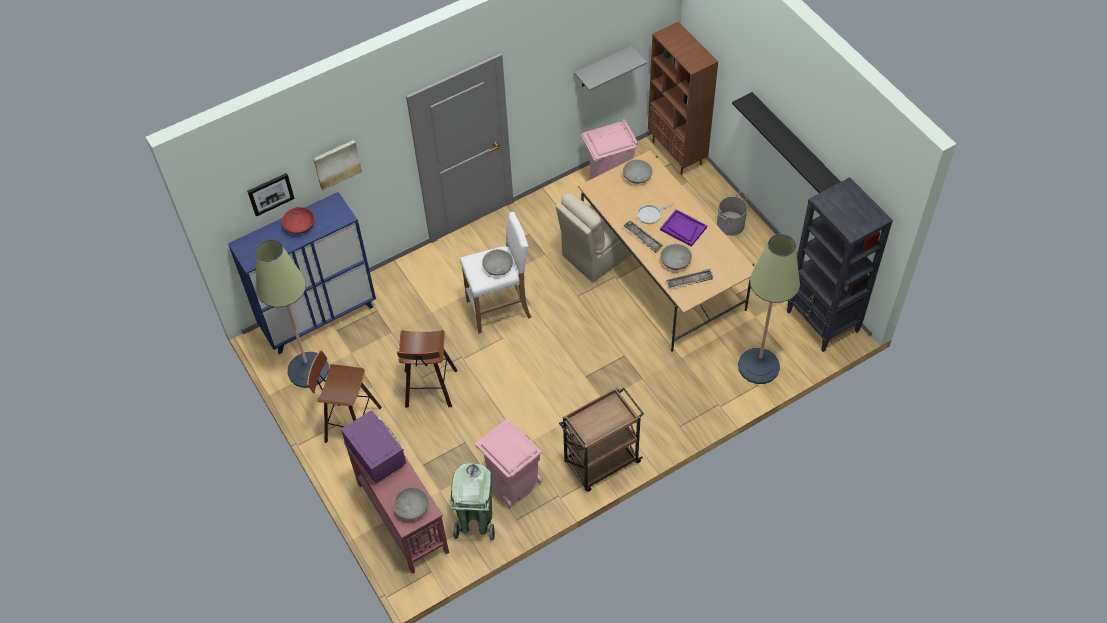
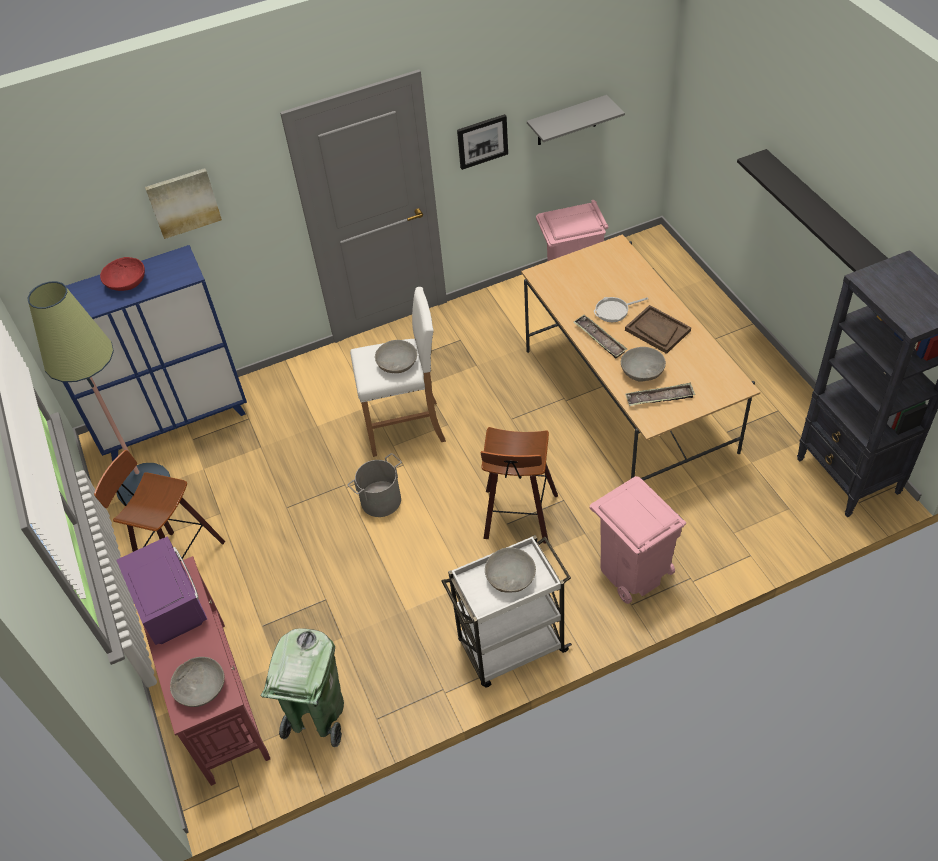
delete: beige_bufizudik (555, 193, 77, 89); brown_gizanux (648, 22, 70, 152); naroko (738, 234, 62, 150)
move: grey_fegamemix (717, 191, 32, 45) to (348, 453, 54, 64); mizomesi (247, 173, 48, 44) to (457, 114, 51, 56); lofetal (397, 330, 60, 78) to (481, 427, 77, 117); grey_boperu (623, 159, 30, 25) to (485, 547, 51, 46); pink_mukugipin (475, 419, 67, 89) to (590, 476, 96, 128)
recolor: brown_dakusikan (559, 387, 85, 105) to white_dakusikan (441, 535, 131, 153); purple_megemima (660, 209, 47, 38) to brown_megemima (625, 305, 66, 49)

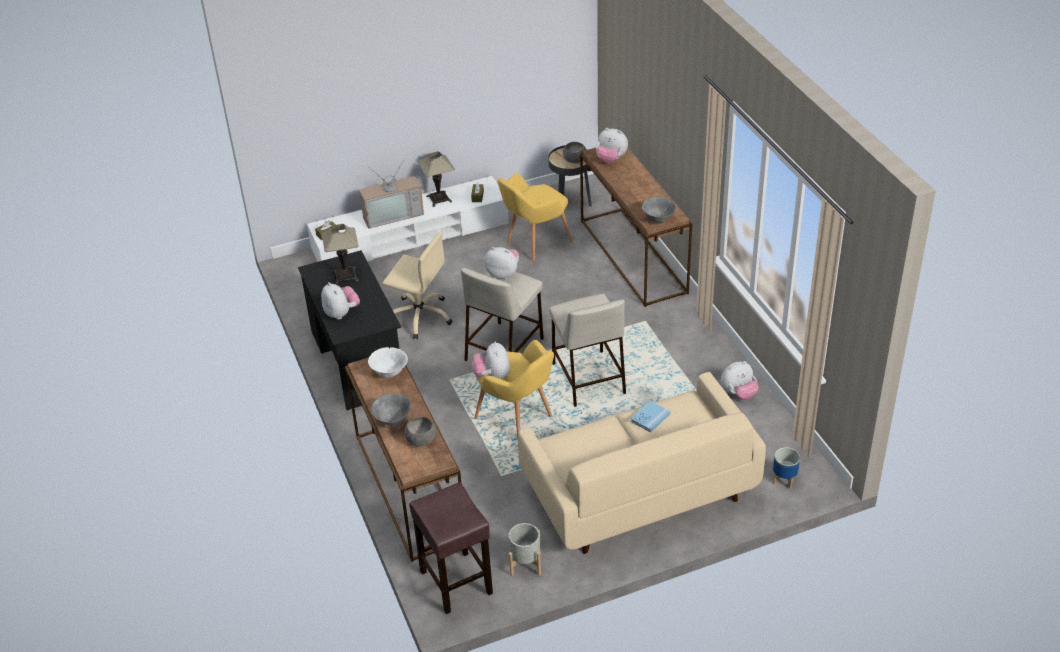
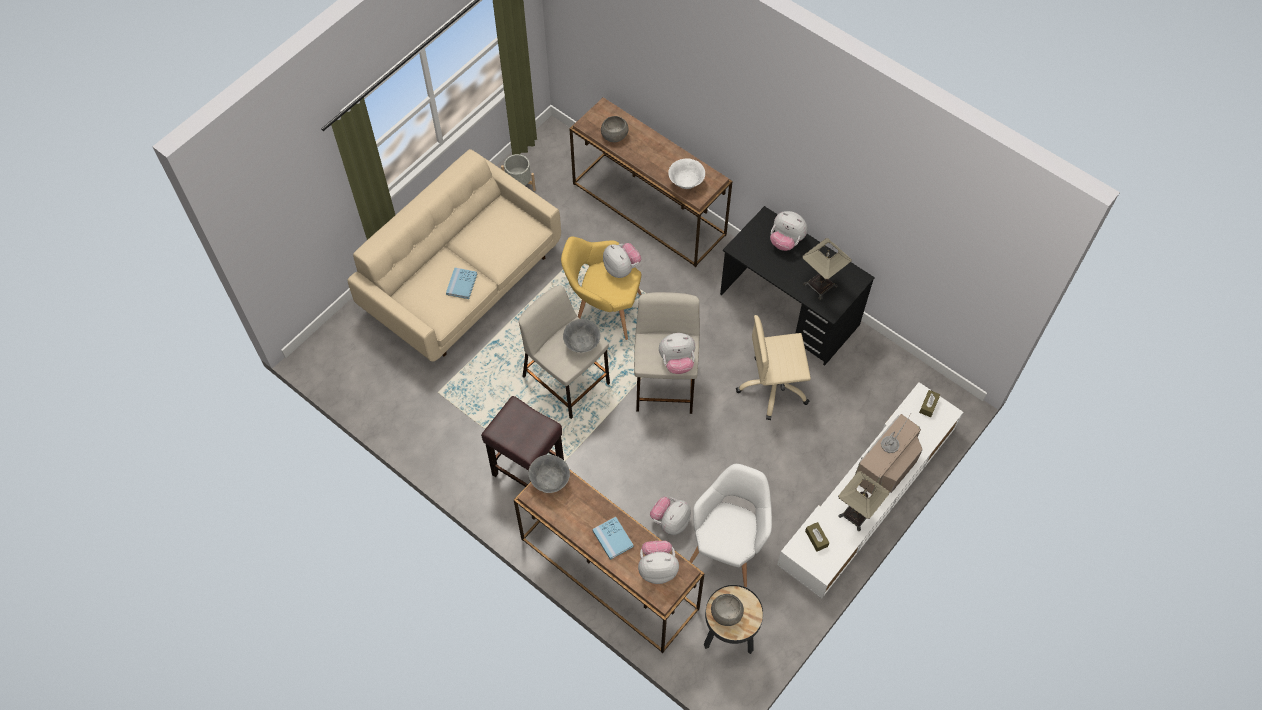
delete: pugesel (773, 447, 27, 42)
insert: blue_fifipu (592, 517, 42, 43)
move: brown_lofetal (409, 482, 84, 132) to (481, 396, 83, 91); grey_boperu (371, 394, 40, 32) to (563, 319, 38, 34); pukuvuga (721, 361, 38, 39) to (650, 497, 41, 38)
recolor: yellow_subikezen (498, 173, 75, 88) to white_subikezen (689, 464, 83, 124)

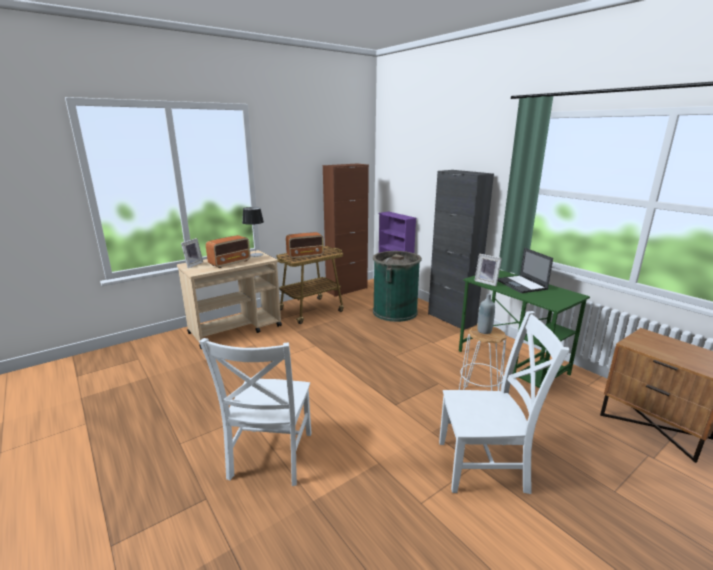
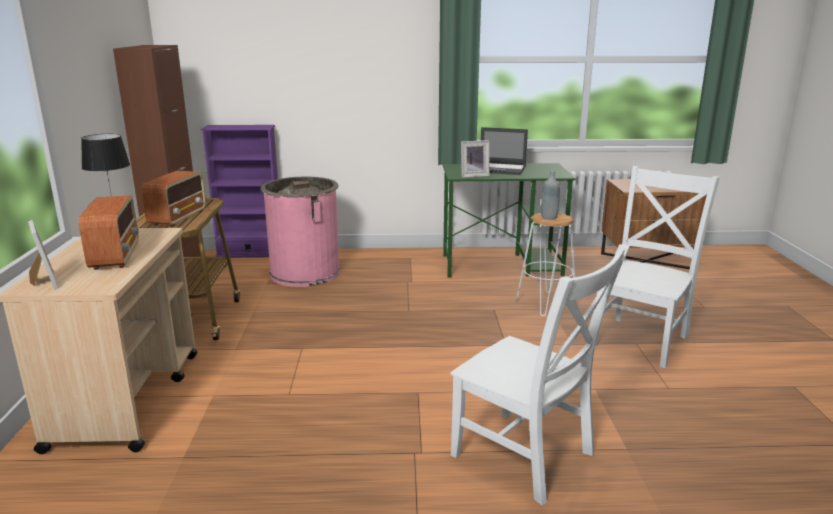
delete: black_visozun (428, 170, 66, 160)
recolor: green_mukugipin (373, 251, 49, 71) to pink_mukugipin (261, 177, 80, 110)

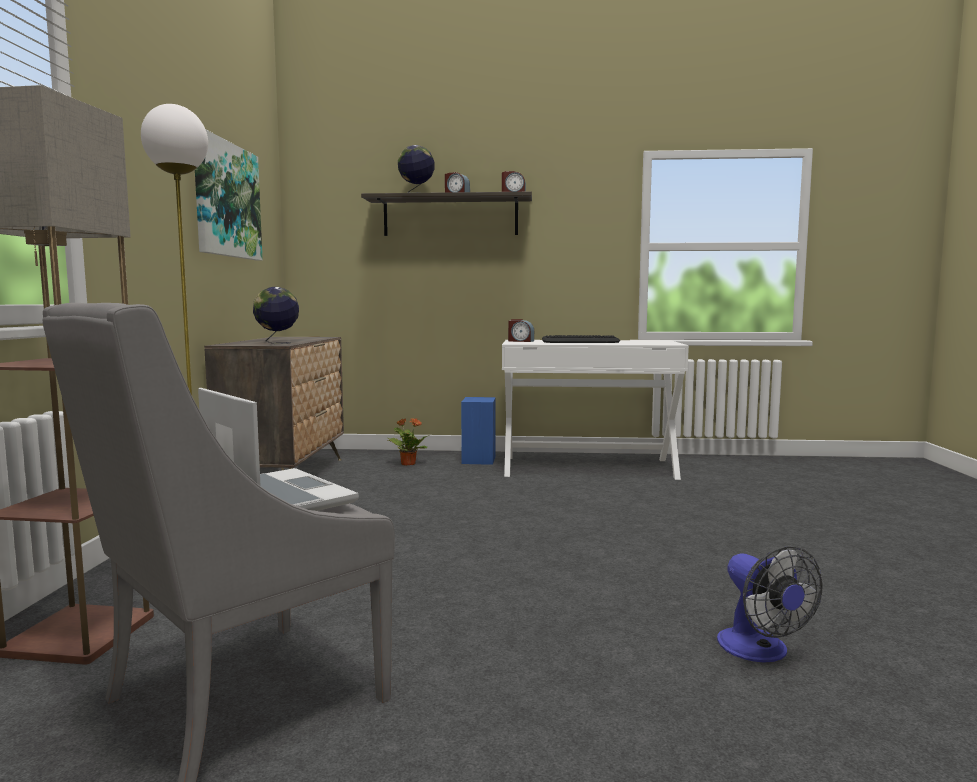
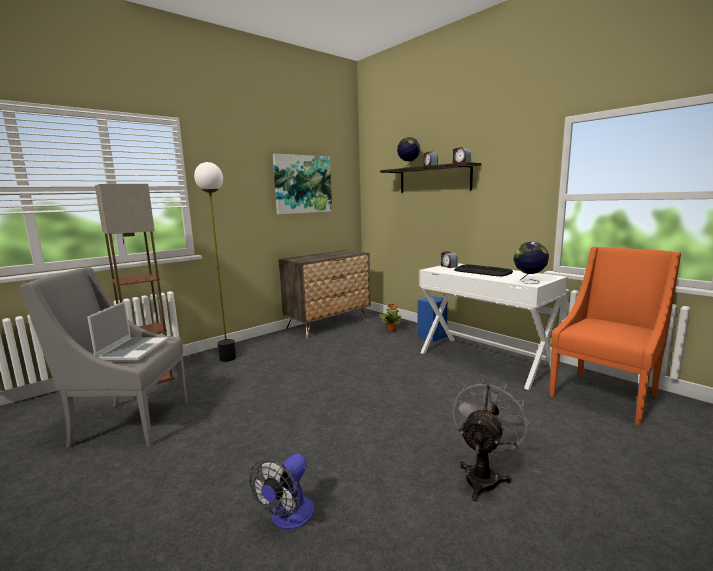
insert: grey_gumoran (452, 378, 77, 123); orange_subikezen (549, 247, 132, 179)
move: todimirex (253, 287, 46, 57) to (513, 242, 36, 42)

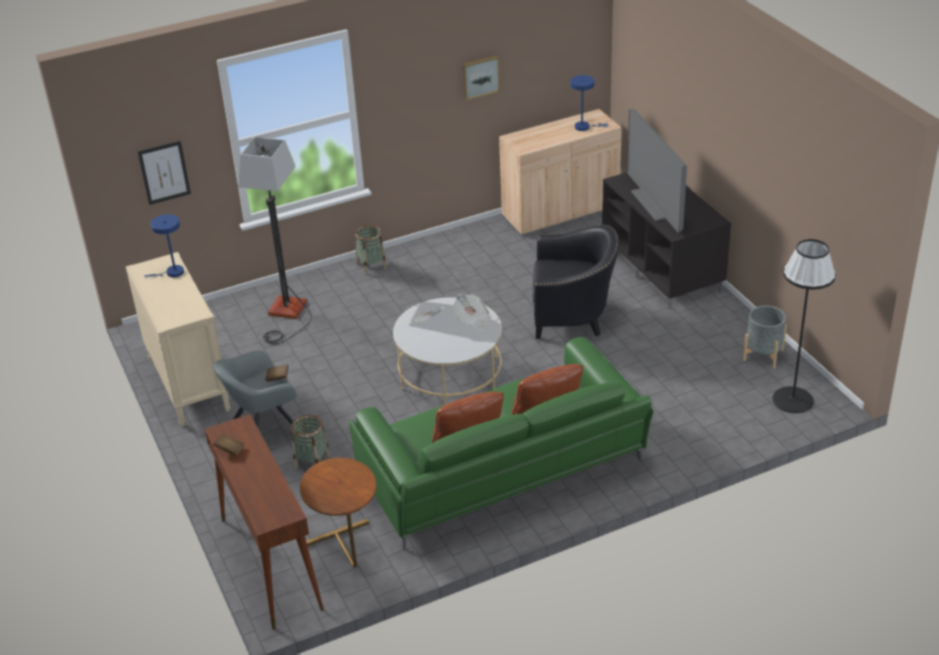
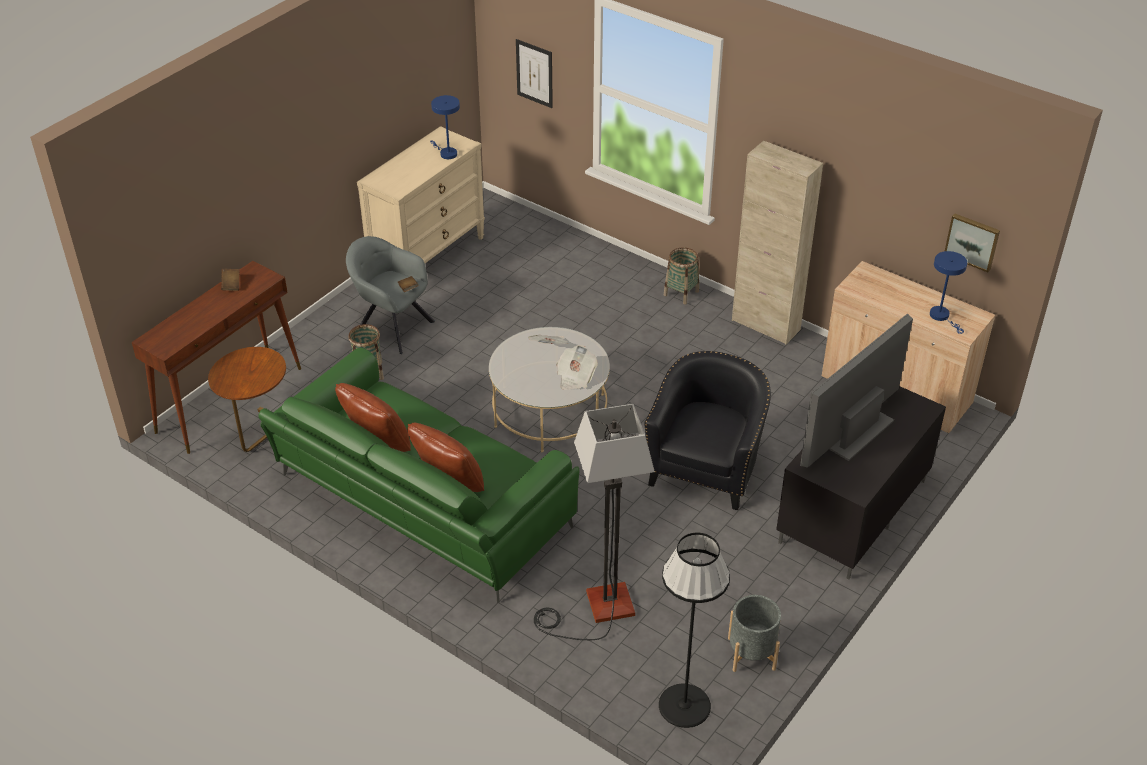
insert: beige_visozun (732, 141, 91, 204)
move: naroko (238, 137, 74, 207) to (534, 404, 121, 236); mizomesi (462, 55, 38, 45) to (945, 214, 55, 58)
rotate: black_subikezen (533, 225, 87, 114) = (644, 351, 127, 159) 135 degrees counterclockwise

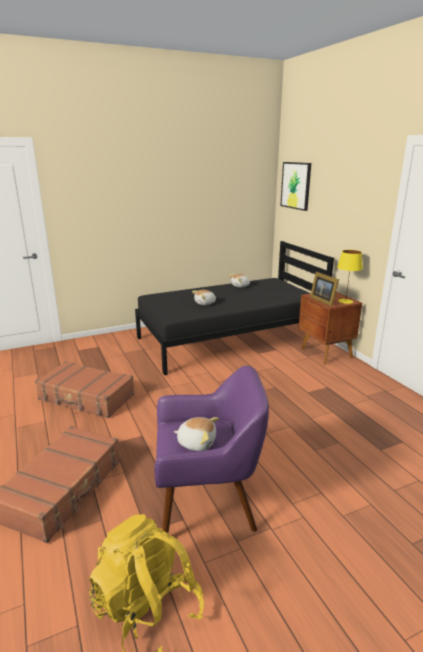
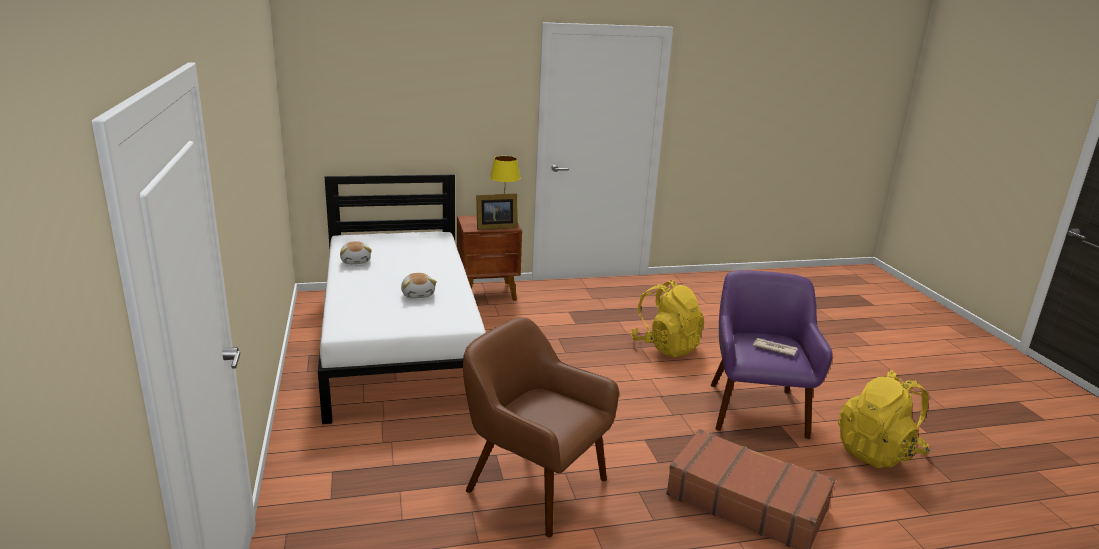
delete: mizomesi (281, 162, 30, 49)
insert: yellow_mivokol (630, 280, 74, 77)
replace: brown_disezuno (35, 361, 100, 57) to brown_subikezen (463, 317, 156, 221); pukuvuga (174, 417, 45, 34) to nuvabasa (753, 338, 45, 18)
recolor: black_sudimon (135, 241, 199, 134) to white_sudimon (318, 174, 168, 250)

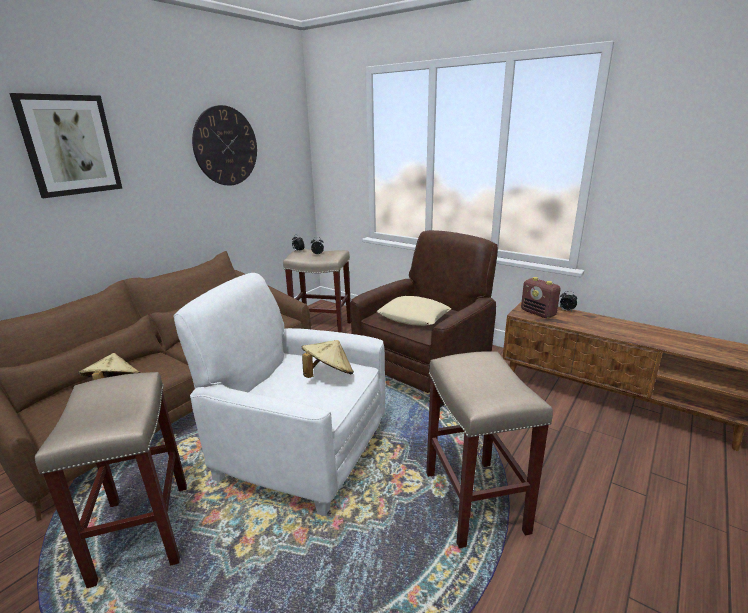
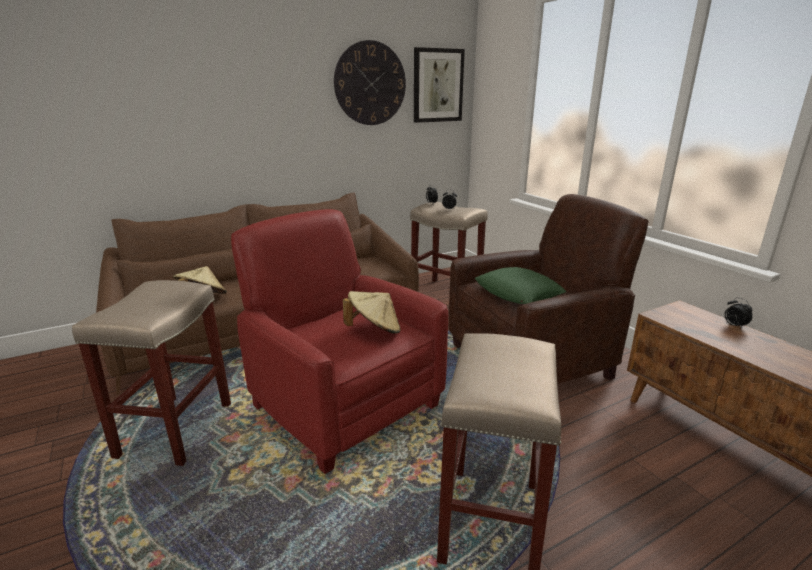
delete: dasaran (521, 277, 40, 41)
move: mizomesi (9, 93, 113, 105) to (414, 47, 51, 76)
recolor: white_subikezen (174, 273, 211, 243) to red_subikezen (231, 209, 217, 265); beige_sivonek (377, 296, 74, 30) to green_sivonek (475, 267, 91, 37)

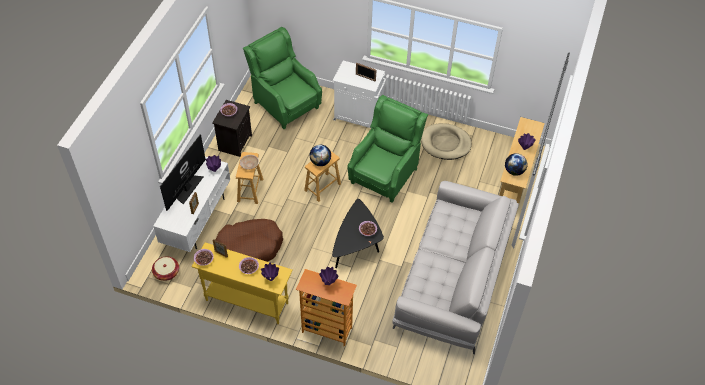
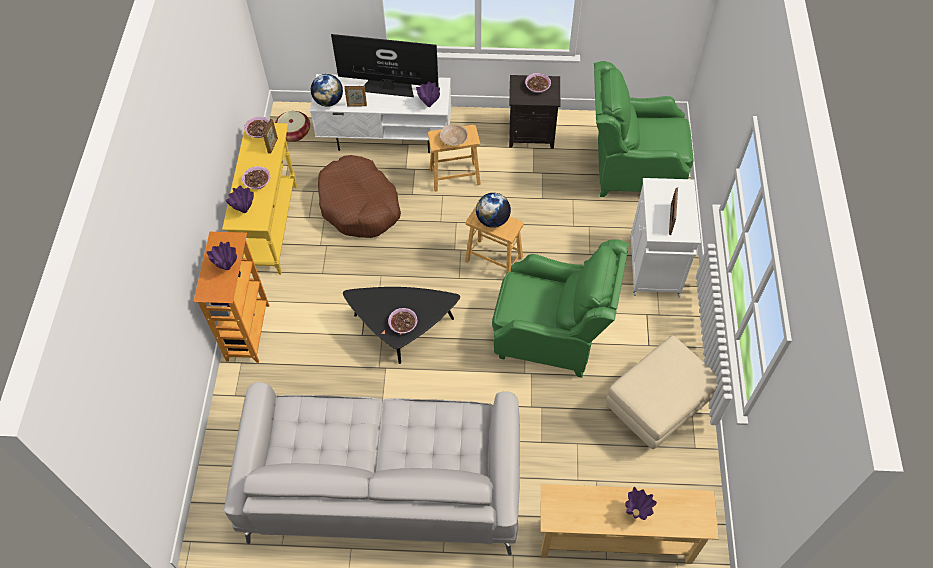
move: todimirex (505, 153, 22, 23) to (311, 74, 32, 33)
replace: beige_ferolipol (421, 123, 51, 37) to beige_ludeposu (606, 335, 112, 114)
rotate: green_subikezen (243, 27, 79, 102) = (594, 61, 100, 136) 120 degrees counterclockwise

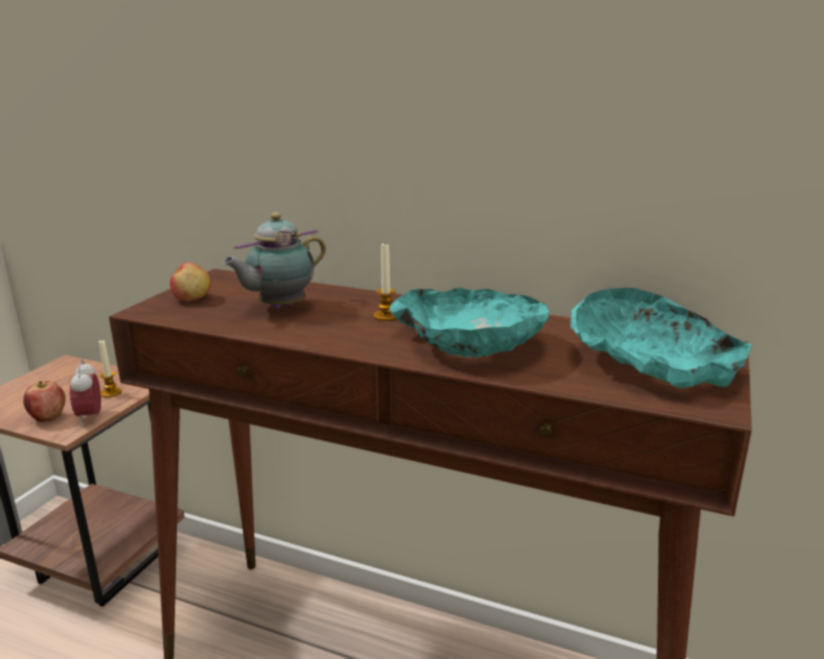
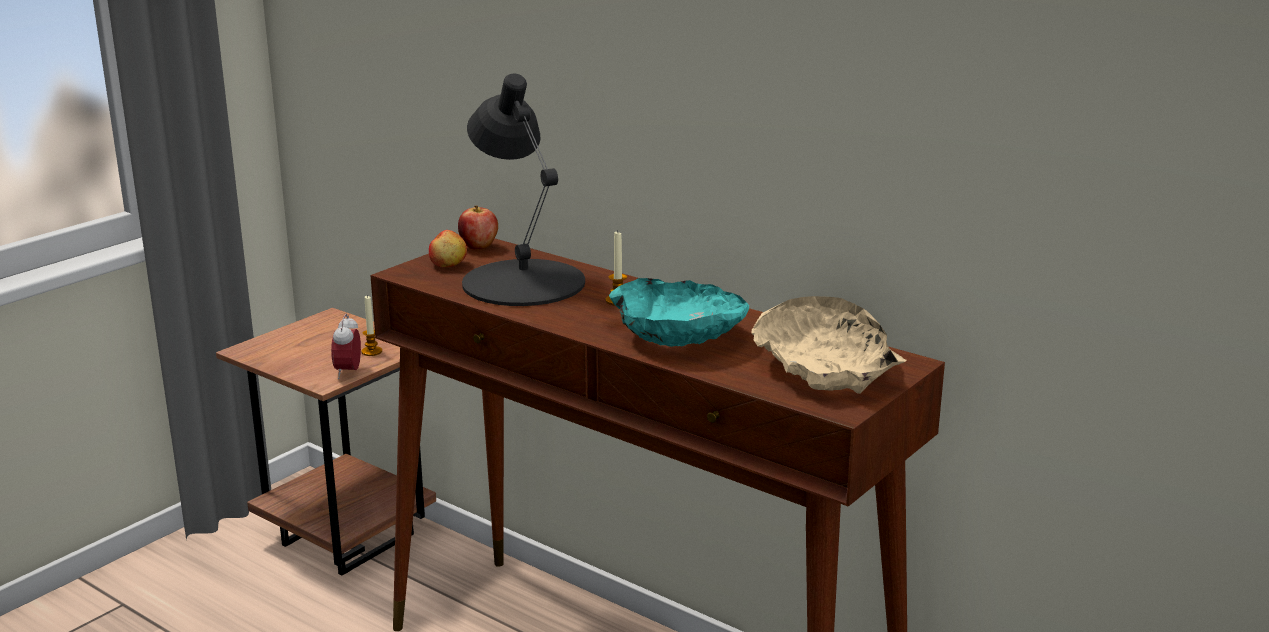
move: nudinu (23, 381, 43, 41) to (458, 206, 40, 44)
replace: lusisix (223, 212, 103, 97) to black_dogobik (462, 74, 123, 232)
recolor: turquoise_boperu (570, 288, 183, 100) to beige_boperu (752, 296, 155, 98)

